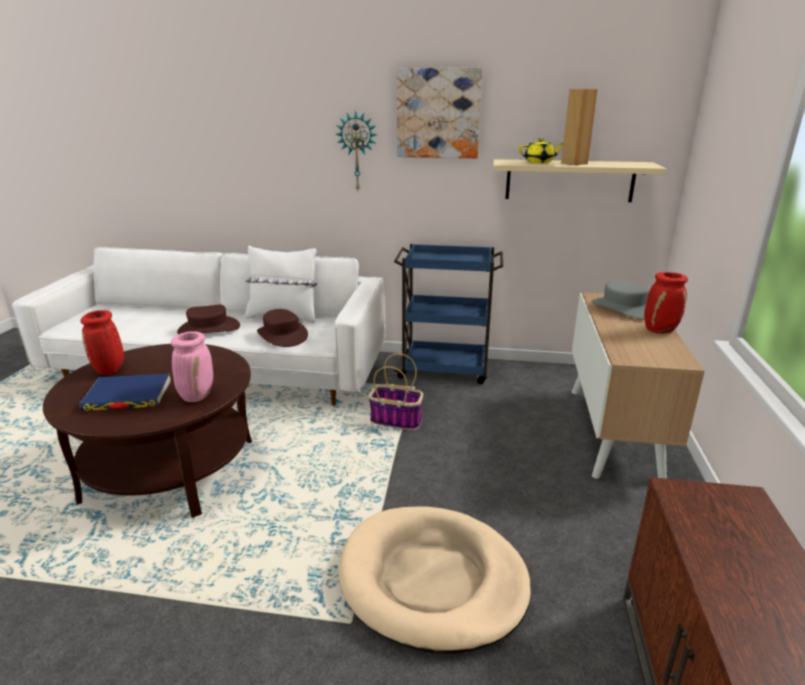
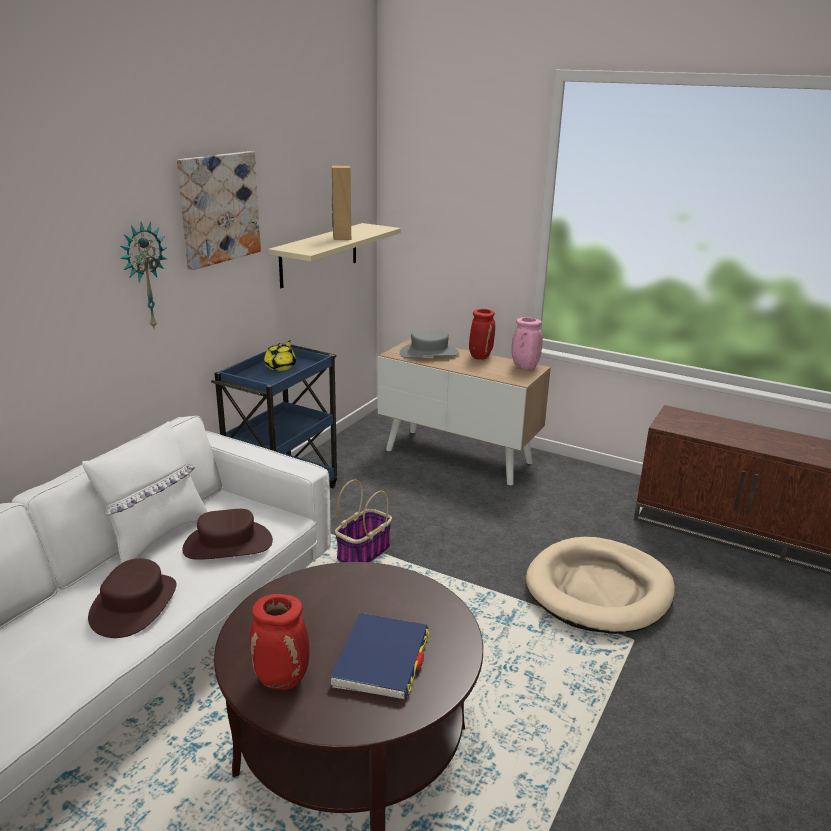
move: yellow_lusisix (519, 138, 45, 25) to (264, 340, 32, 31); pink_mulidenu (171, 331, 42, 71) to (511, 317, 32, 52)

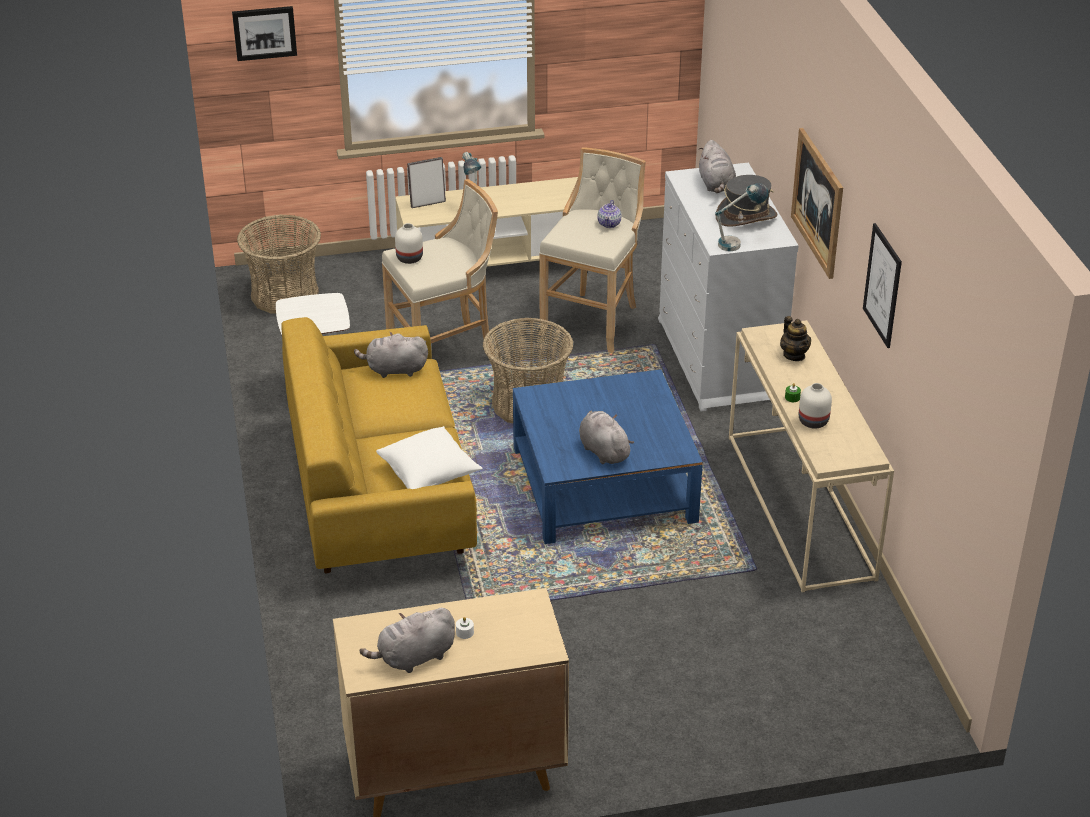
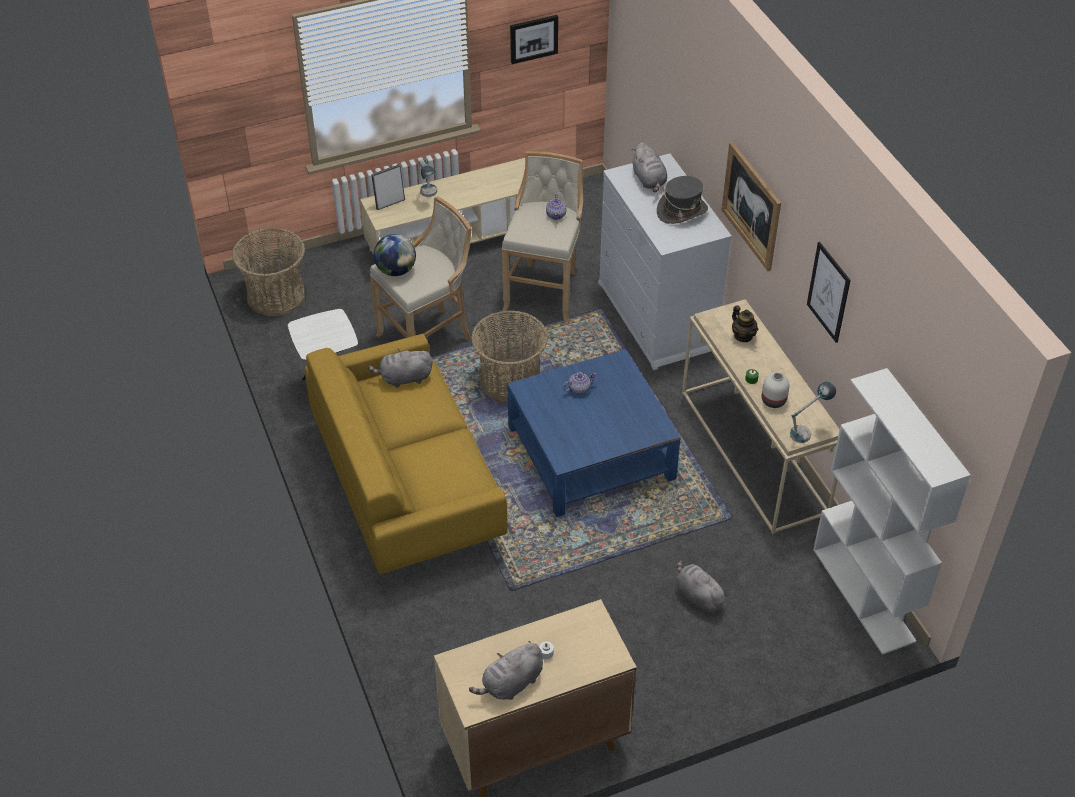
delete: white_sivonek (376, 426, 107, 63)
insert: lusisix (563, 372, 34, 23); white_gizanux (813, 368, 158, 287)
move: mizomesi (232, 6, 65, 55) to (510, 15, 48, 49); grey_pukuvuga (579, 411, 55, 53) to (675, 560, 54, 53); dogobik (715, 183, 53, 68) to (790, 382, 46, 61)
replace: white_mulidenu (395, 223, 28, 41) to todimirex (374, 234, 42, 42)

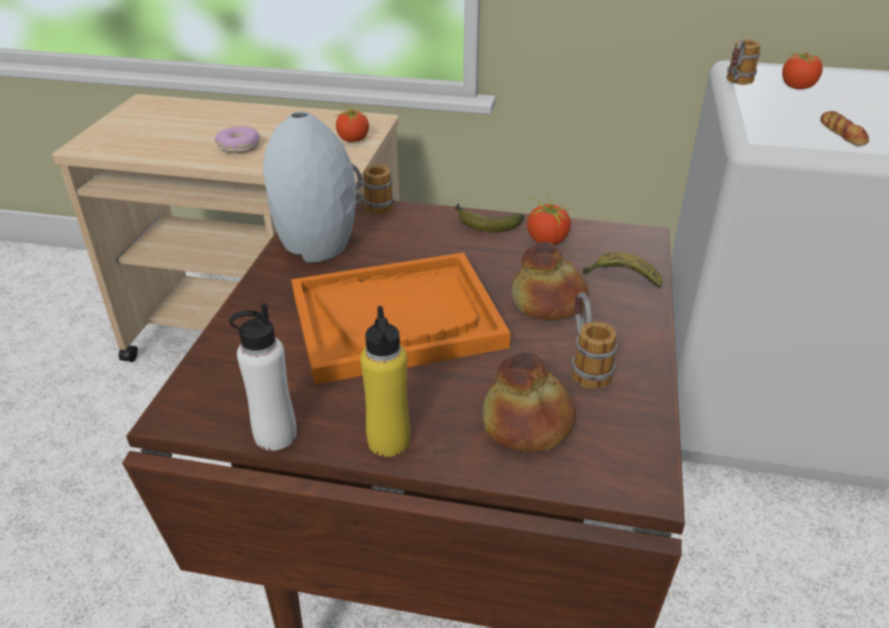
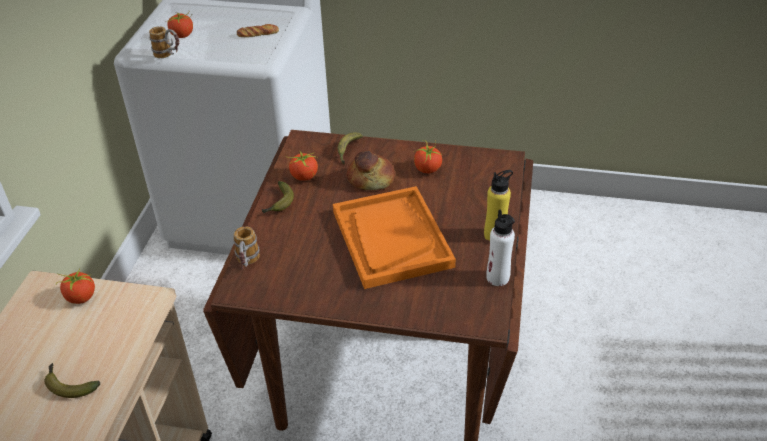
delete: grey_mulidenu (263, 111, 93, 152); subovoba (483, 353, 93, 98)
replace: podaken (215, 127, 45, 26) to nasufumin (44, 363, 56, 35); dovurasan (572, 293, 45, 96) to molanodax (414, 140, 28, 34)

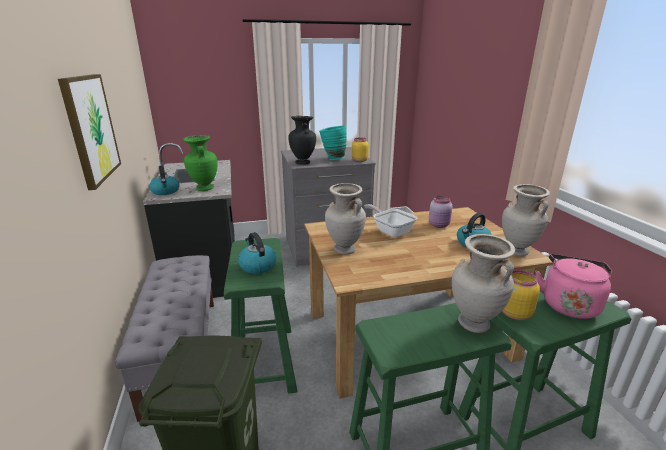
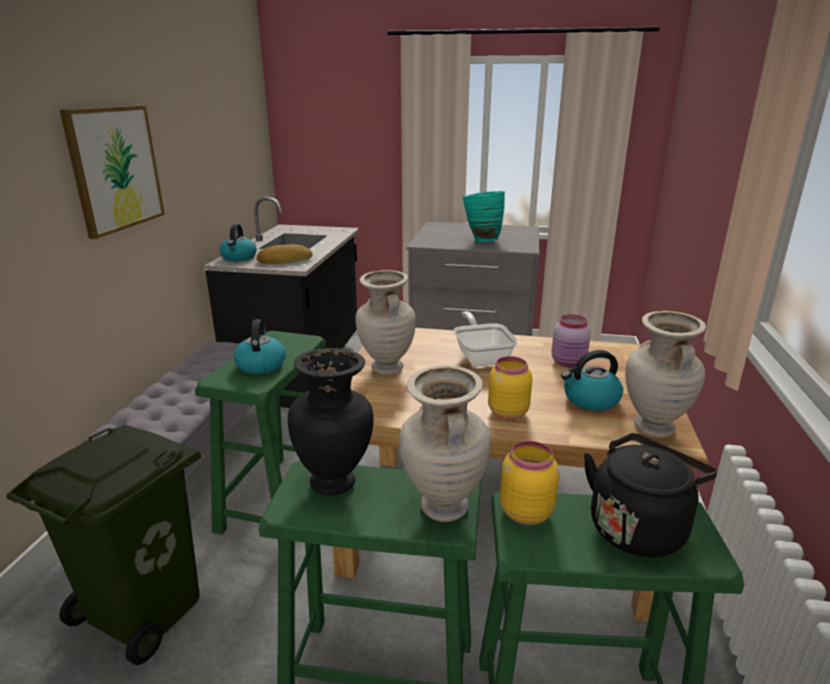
move: black_mulidenu (288, 116, 28, 49) to (288, 348, 85, 148); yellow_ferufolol (352, 137, 17, 25) to (488, 356, 44, 63)
replace: green_mulidenu (183, 135, 35, 56) to subovoba (256, 244, 57, 20)
recolor: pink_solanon (535, 254, 77, 65) to black_solanon (584, 433, 134, 124)

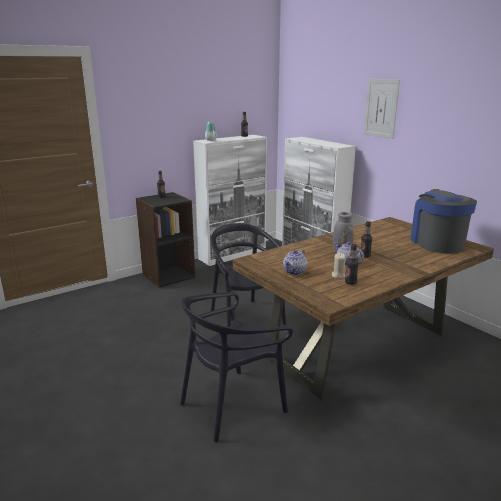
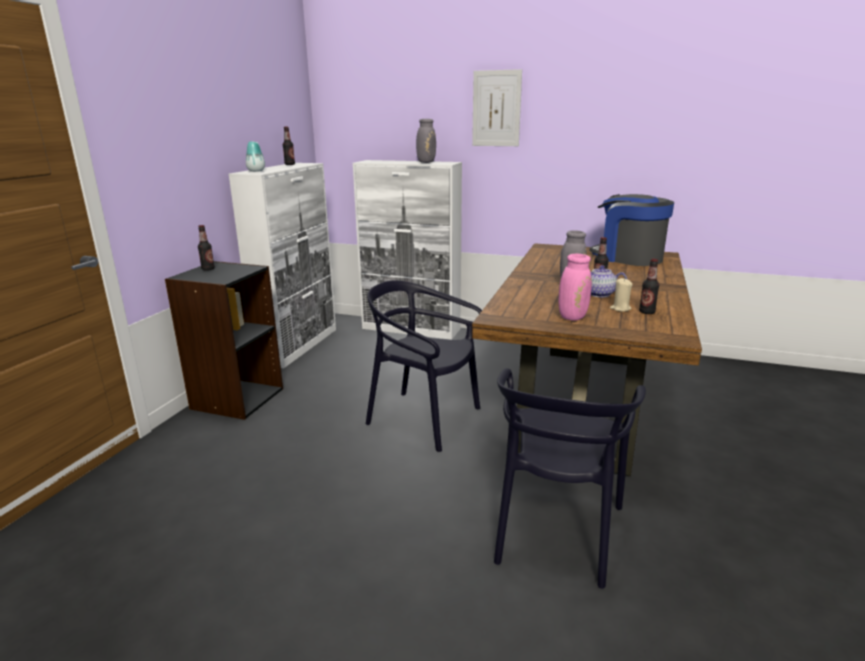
insert: grey_mulidenu (416, 119, 20, 44)
replace: lusisix (283, 249, 24, 26) to pink_mulidenu (559, 254, 33, 67)

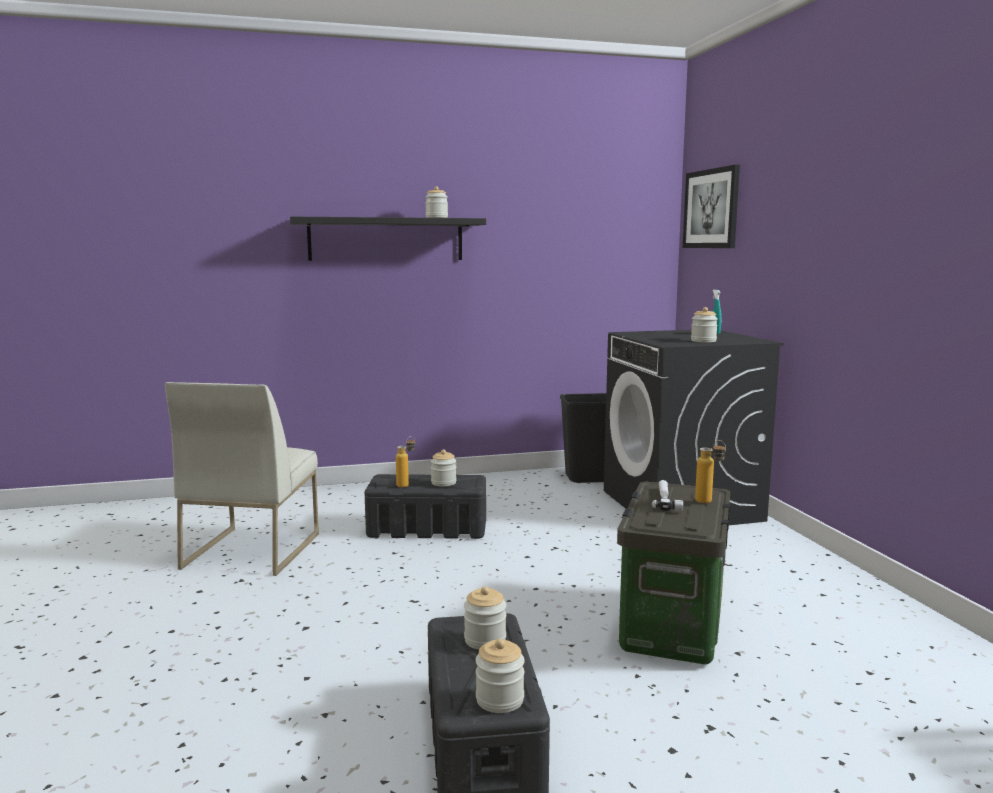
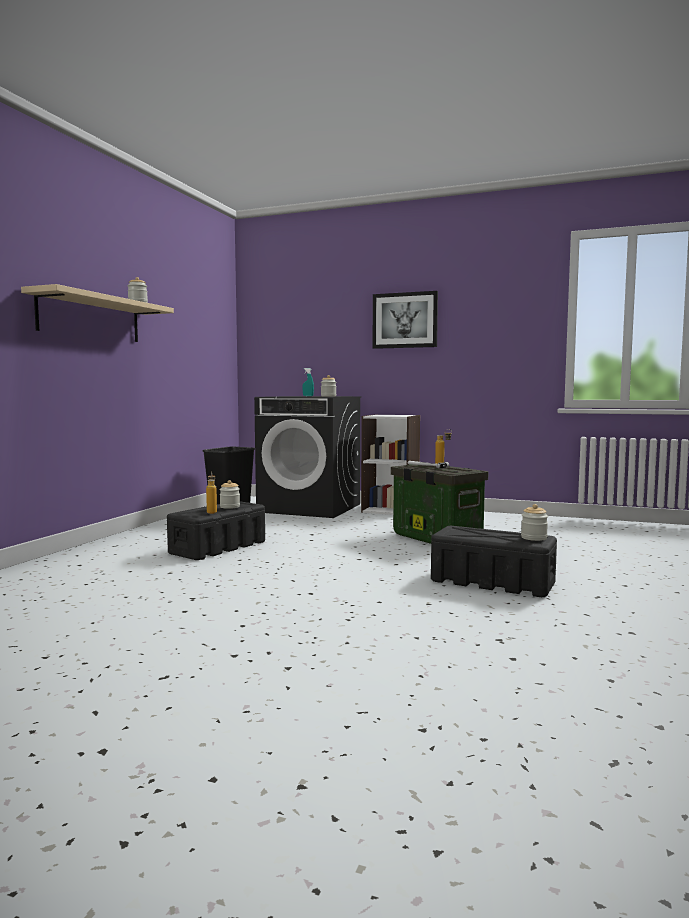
delete: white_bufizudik (165, 382, 154, 194); ferufolol (464, 586, 42, 64)
insert: white_gizanux (361, 414, 59, 101)
move: mizomesi (683, 165, 57, 83) to (373, 291, 65, 58)
recolor: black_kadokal (290, 217, 196, 44) to beige_kadokal (21, 284, 153, 58)

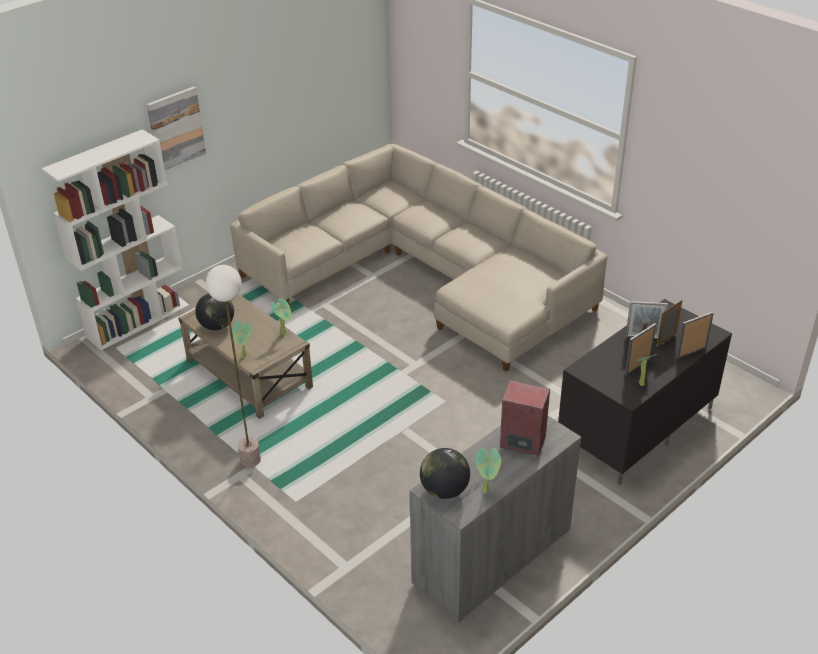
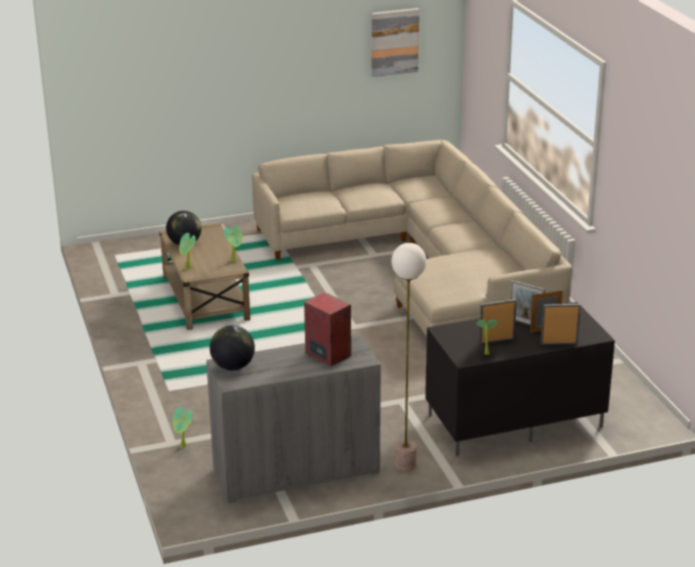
delete: white_gizanux (42, 129, 147, 221)
move: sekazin (475, 448, 26, 45) to (173, 407, 19, 41); mizomesi (147, 87, 59, 83) to (372, 8, 47, 69); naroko (206, 265, 55, 203) to (391, 243, 35, 228)

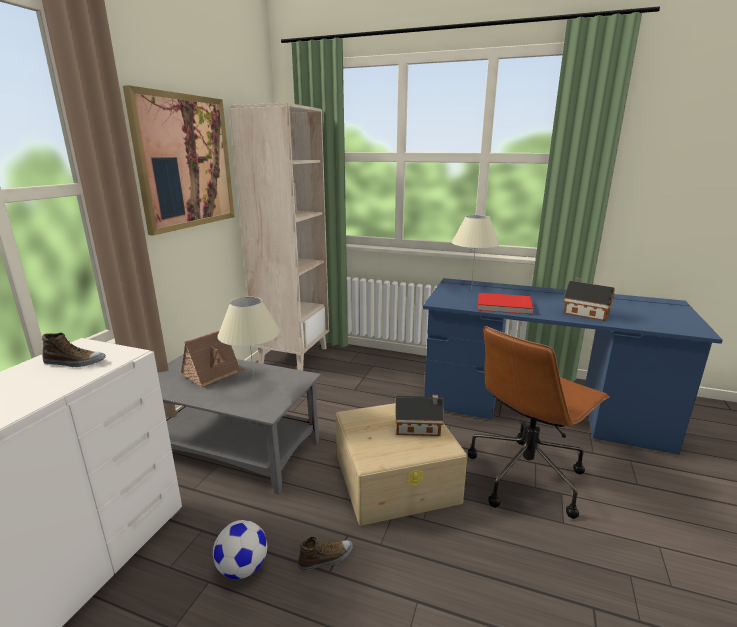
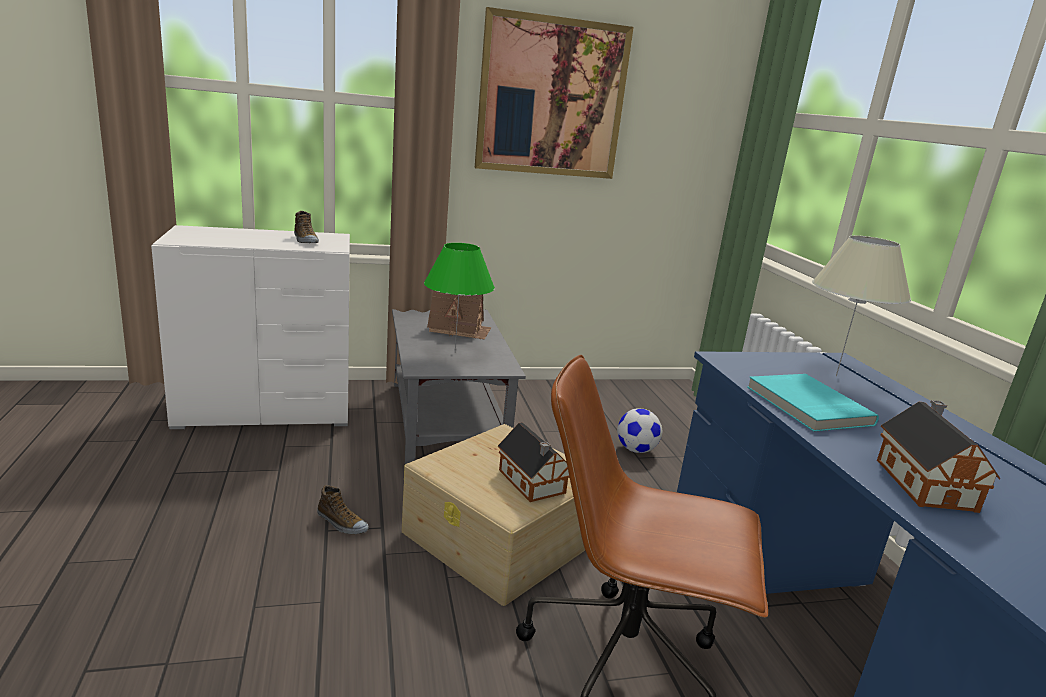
delete: beige_gizanux (229, 103, 100, 268)
move: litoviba (213, 520, 54, 59) to (617, 408, 45, 45)
recolor: beige_dogobik (217, 297, 63, 91) to green_dogobik (424, 243, 71, 107); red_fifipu (478, 293, 56, 21) to turquoise_fifipu (747, 374, 132, 58)

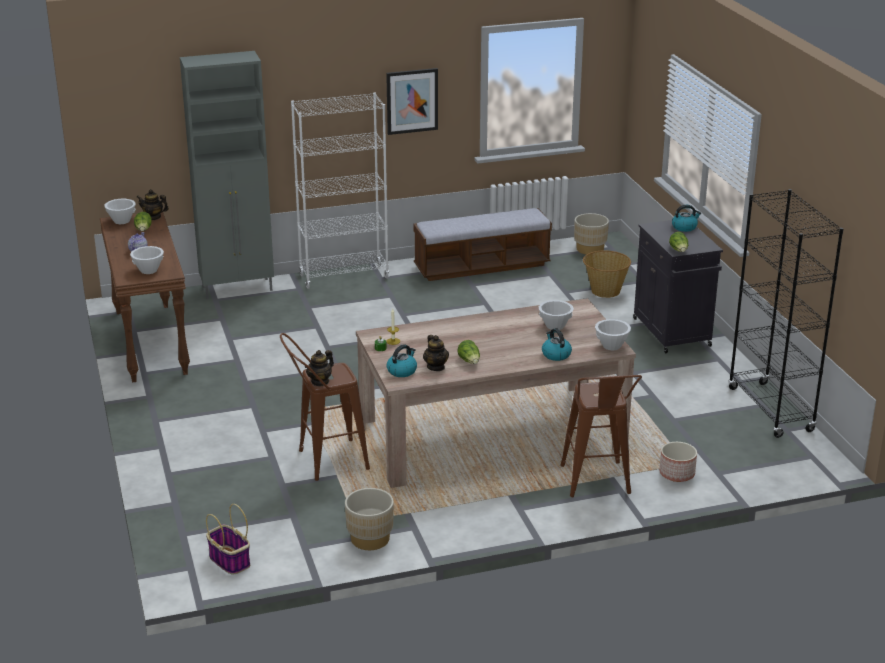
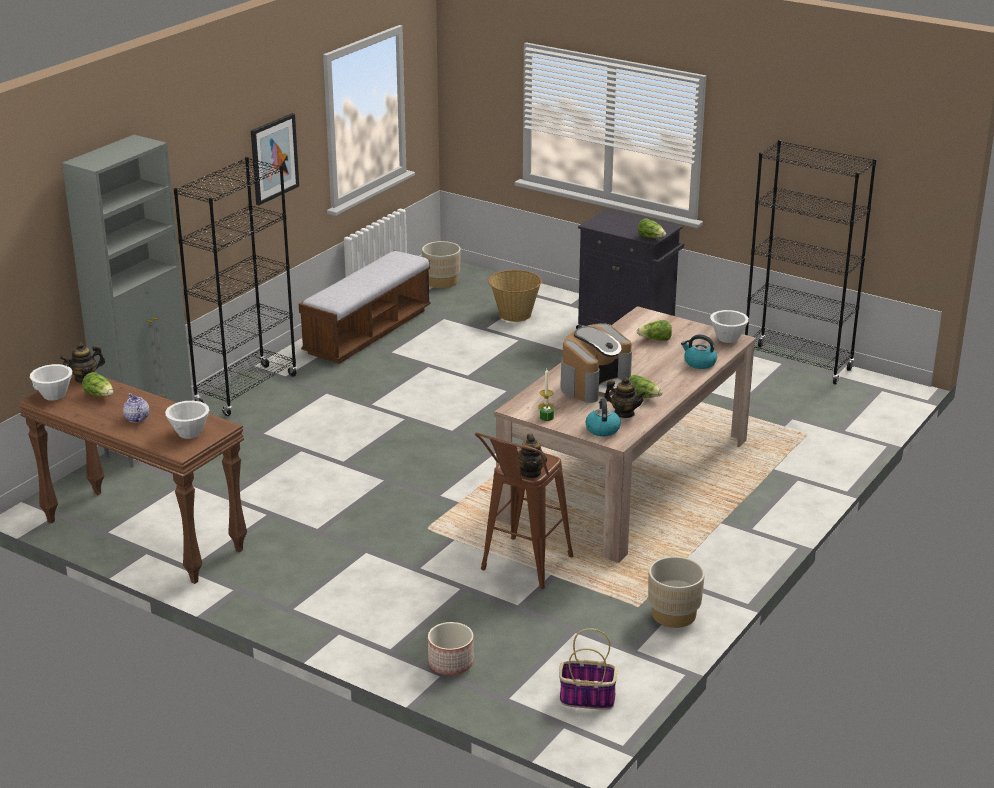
delete: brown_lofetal (560, 375, 82, 122); solanon (672, 205, 29, 27)
insert: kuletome (560, 323, 72, 80)
move: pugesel (659, 442, 38, 40) to (428, 622, 46, 53)
replace: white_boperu (539, 300, 35, 30) to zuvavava (636, 320, 36, 20)
recolor: white_gizanux (291, 92, 98, 197) to black_gizanux (174, 157, 123, 259)

